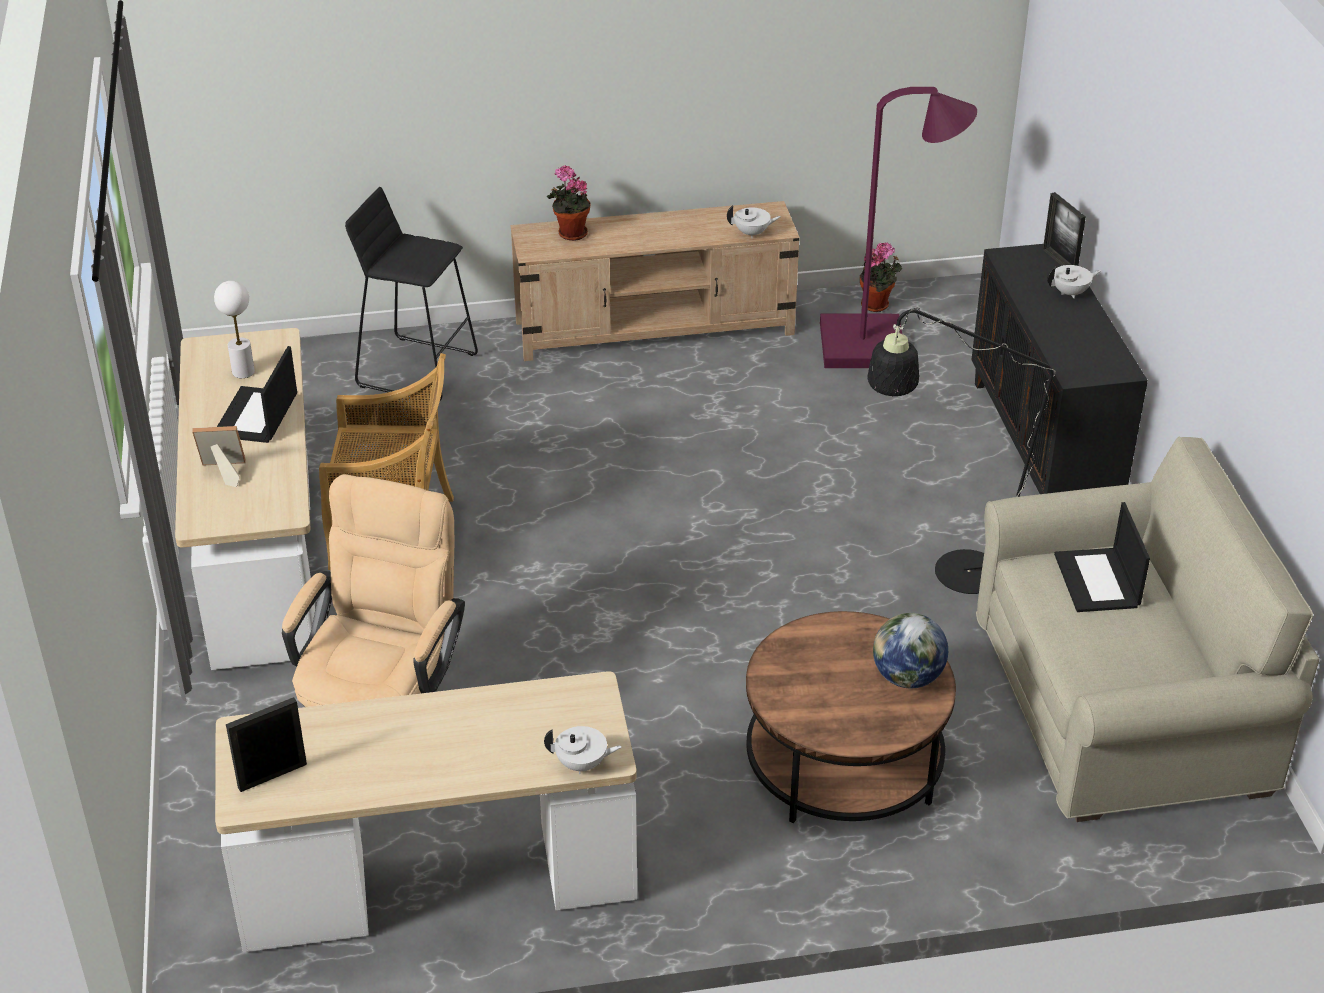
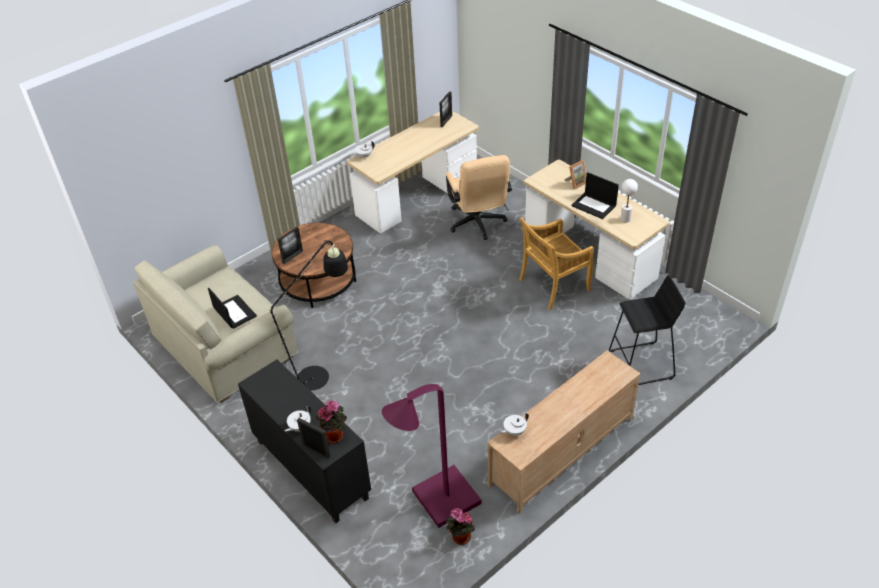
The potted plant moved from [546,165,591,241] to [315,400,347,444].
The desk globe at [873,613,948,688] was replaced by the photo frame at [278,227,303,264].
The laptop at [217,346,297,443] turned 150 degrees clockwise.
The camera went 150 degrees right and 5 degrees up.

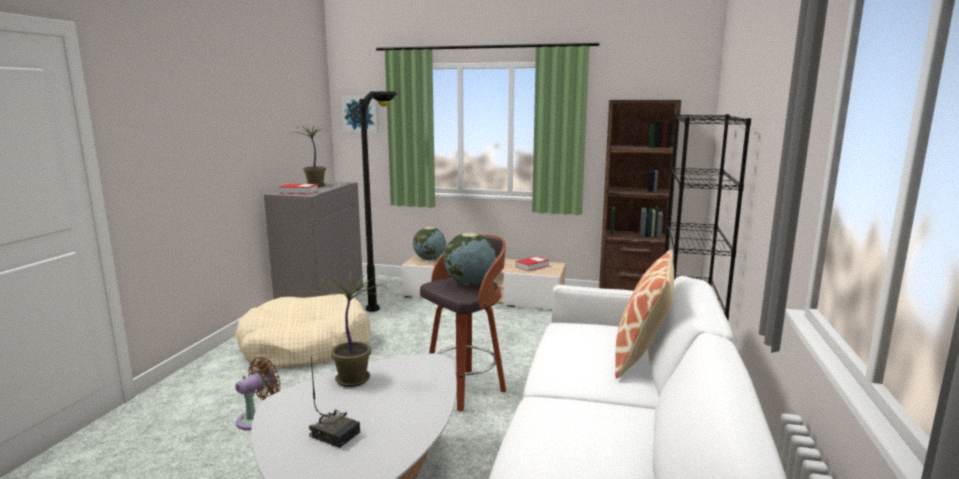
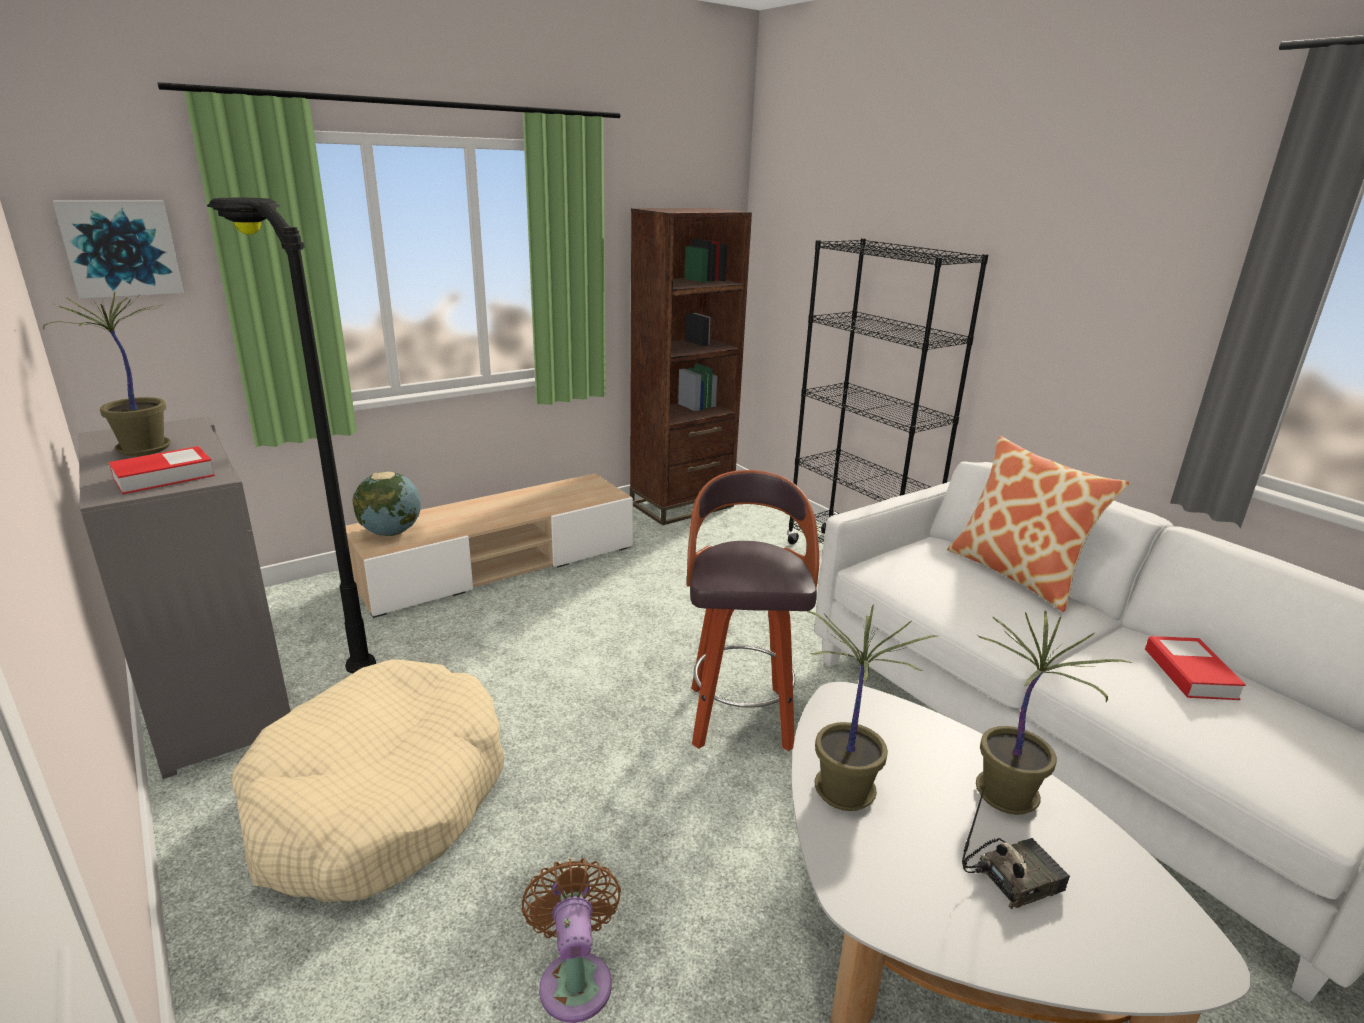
The desk globe at [444,233,496,285] disappeared.
The potted plant at [976,610,1133,815] appeared.
The book moved from [516,256,549,271] to [1145,636,1246,700].
The camera went 50 degrees left and 10 degrees up.

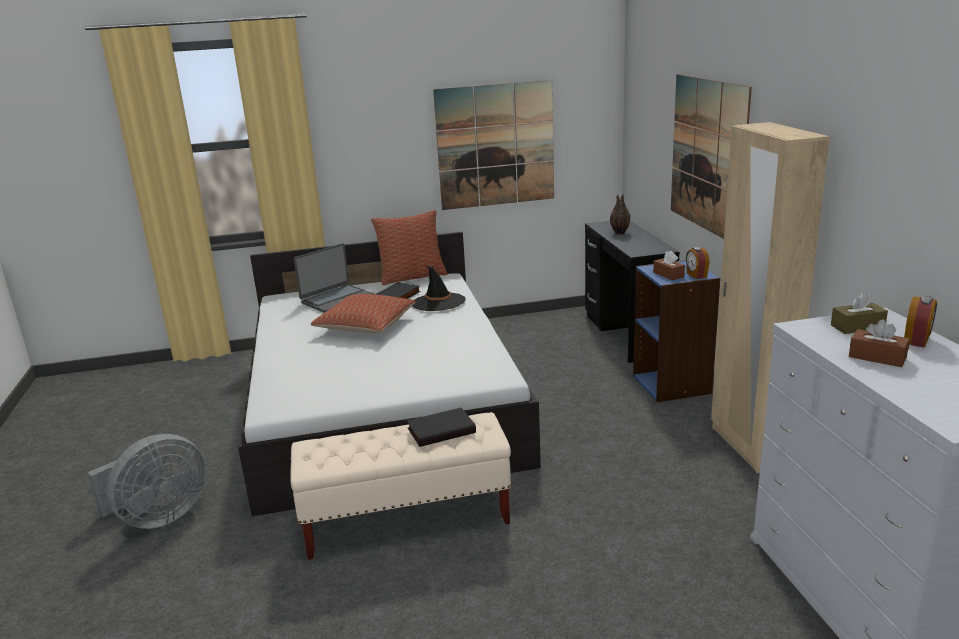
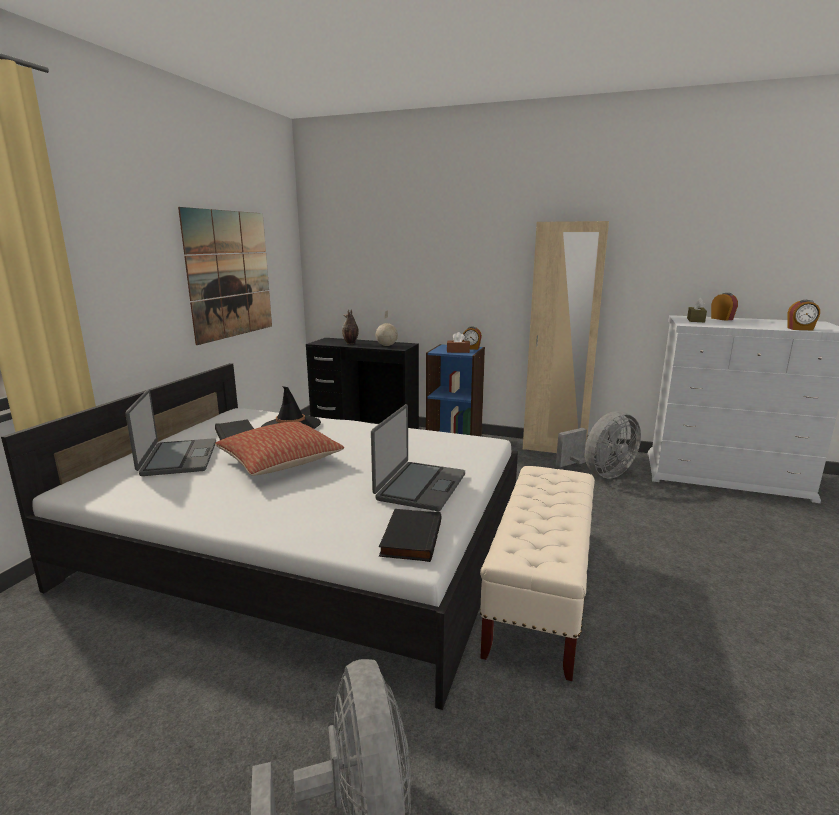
The cushion at [371,210,447,285] disappeared.
The wall picture at [671,74,752,239] disappeared.
The brownish box of tissues at [849,320,910,367] disappeared.
The laptop at [371,404,465,511] appeared.
The desk globe at [376,310,398,346] appeared.
The grey fan at [556,411,641,479] appeared.
The bedside clock at [787,300,820,330] appeared.
The blackish book moved from [407,407,476,447] to [379,509,441,562].
The camera went 60 degrees left and 5 degrees down.

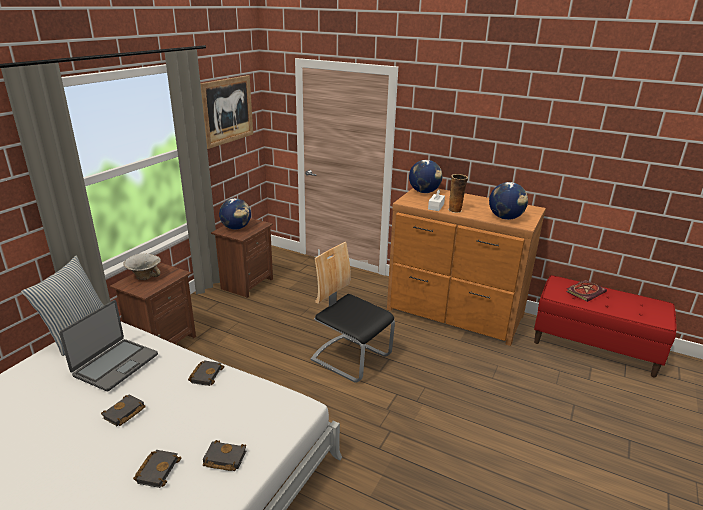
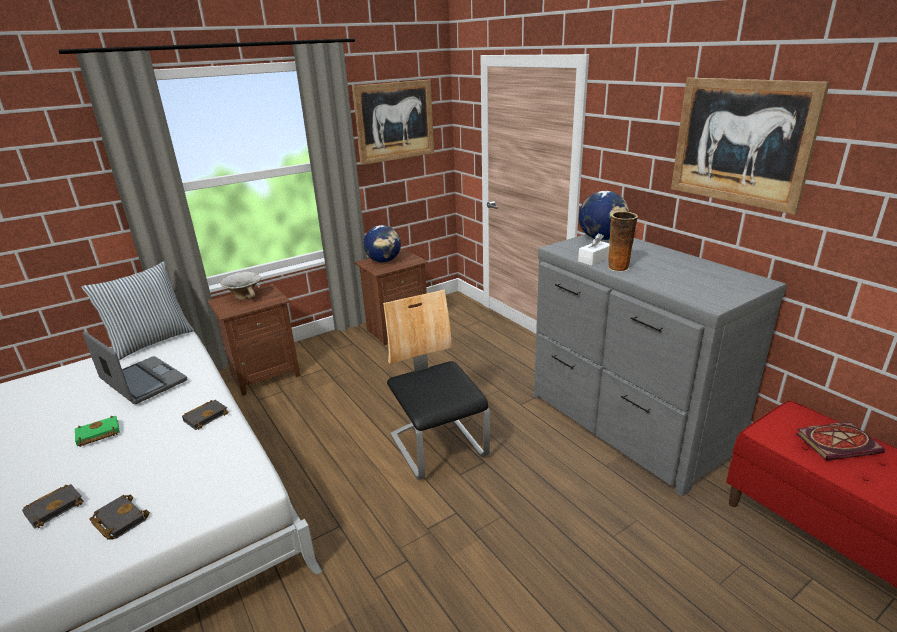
The desk globe at [489,182,528,220] disappeared.
The wall picture at [671,78,830,215] appeared.
The blackish book at [101,394,146,426] became the green-coloured book at [75,416,120,447].
The brownish drawer chest at [387,188,546,346] became the grey drawer chest at [534,234,787,496].
The laptop at [59,300,158,391] turned 105 degrees counterclockwise.
The camera went 30 degrees right and 0 degrees up.

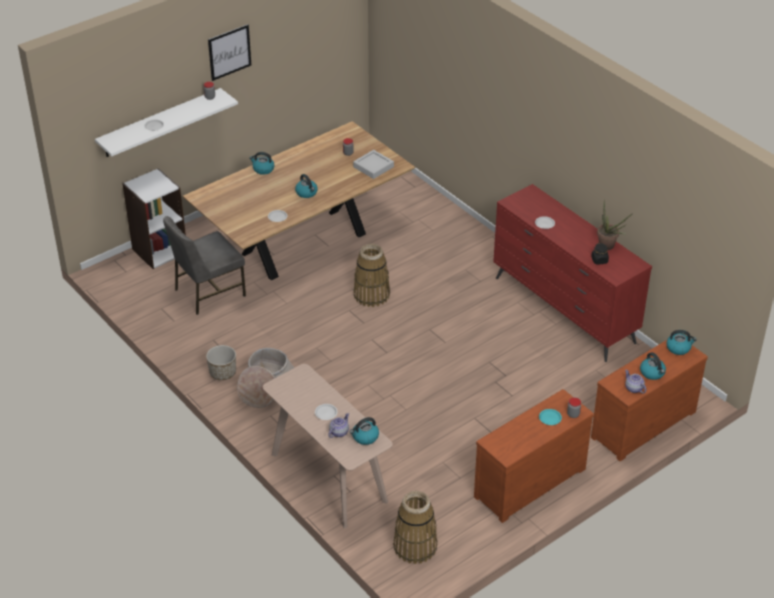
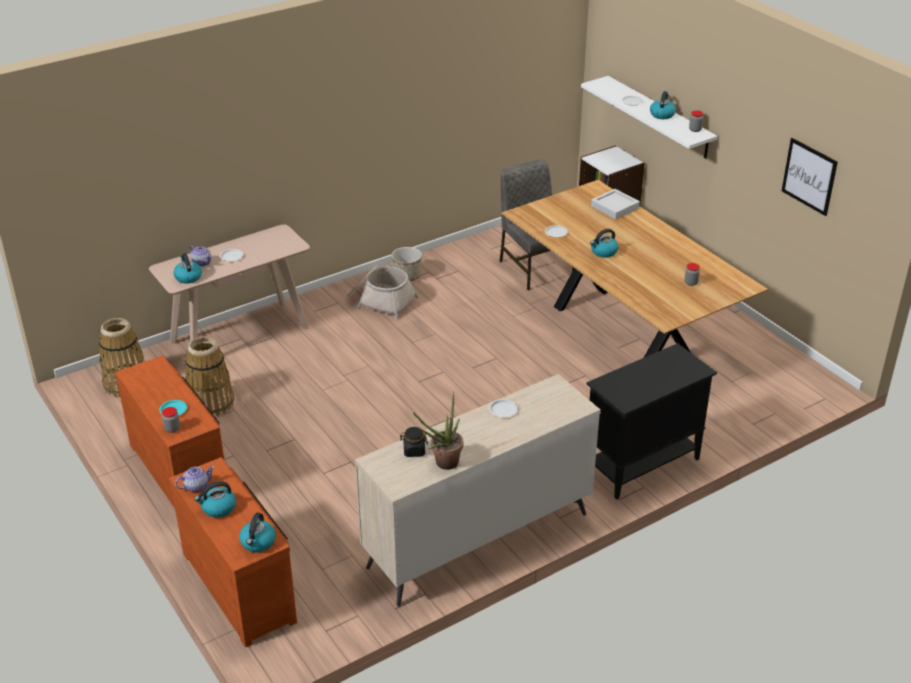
The blackish storage cabinet at [587,343,717,500] appeared.
The wall picture moved from [208,24,251,81] to [782,138,838,216].
The water kettle moved from [249,152,275,175] to [650,91,676,119].
The grey serving tray moved from [353,150,394,179] to [591,189,640,220].
The storage basket moved from [353,244,390,307] to [185,336,234,416].
The reddish drawer chest at [493,184,652,362] became the sand-coloured drawer chest at [355,374,601,607].
The camera went 95 degrees right and 5 degrees down.

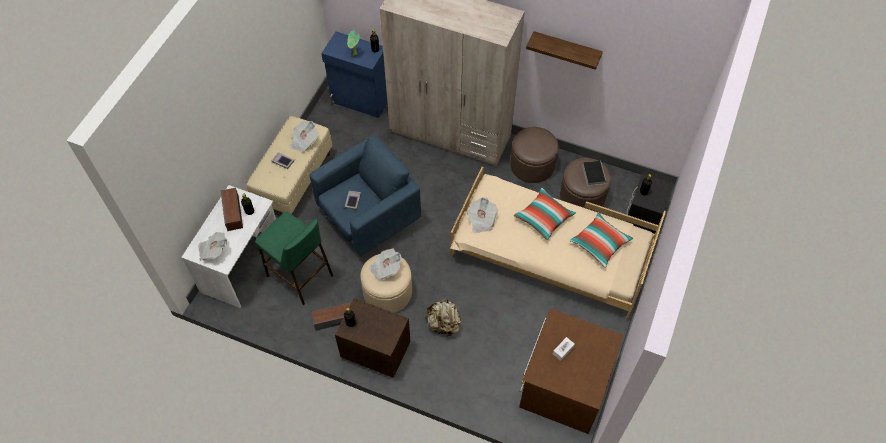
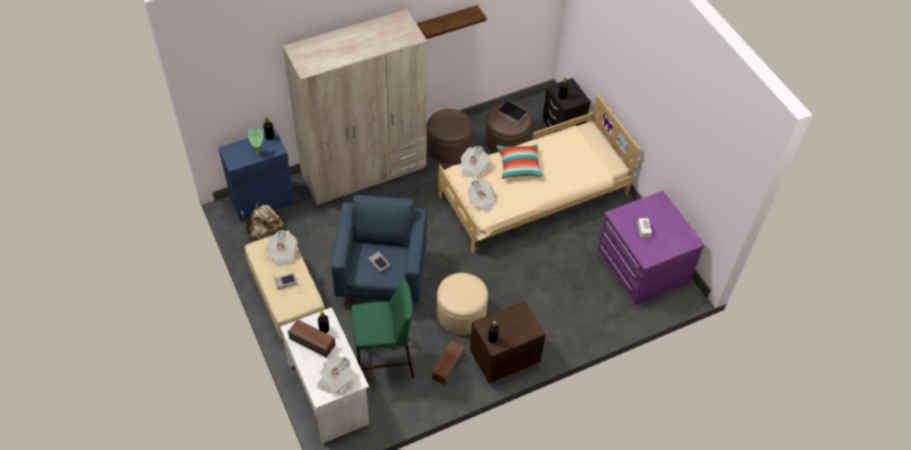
The cushion at [570,213,633,268] disappeared.
The daily paper moved from [369,248,402,281] to [460,146,489,178].
The sand-coloured rucksack moved from [425,298,461,337] to [246,202,283,240].
The brownish drawer chest at [519,309,623,434] became the purple-coloured drawer chest at [597,190,704,305].
The camera went 50 degrees left and 5 degrees down.

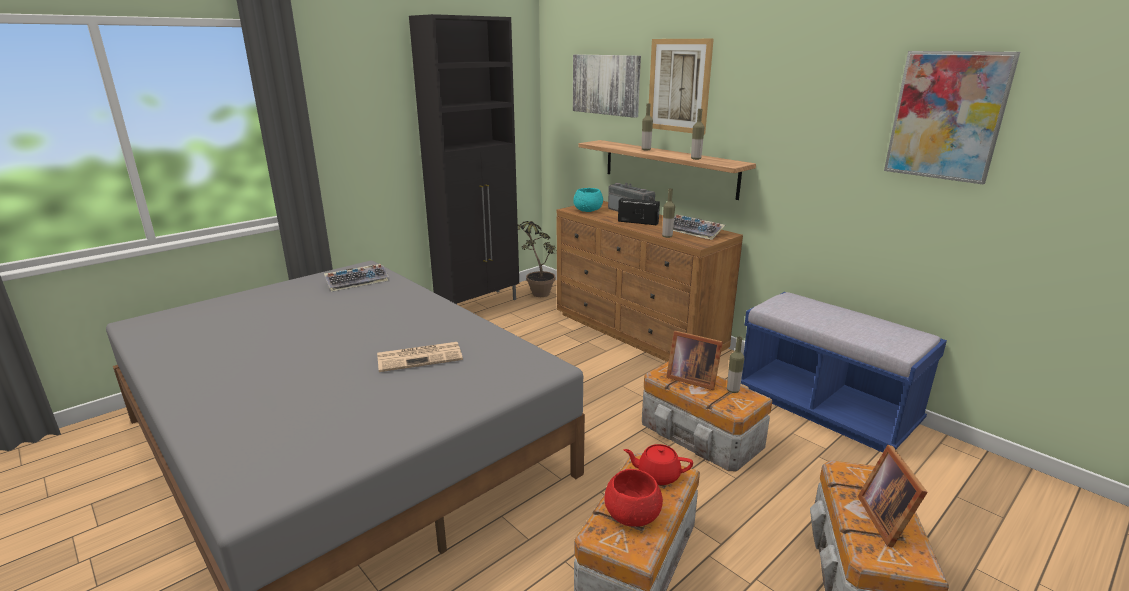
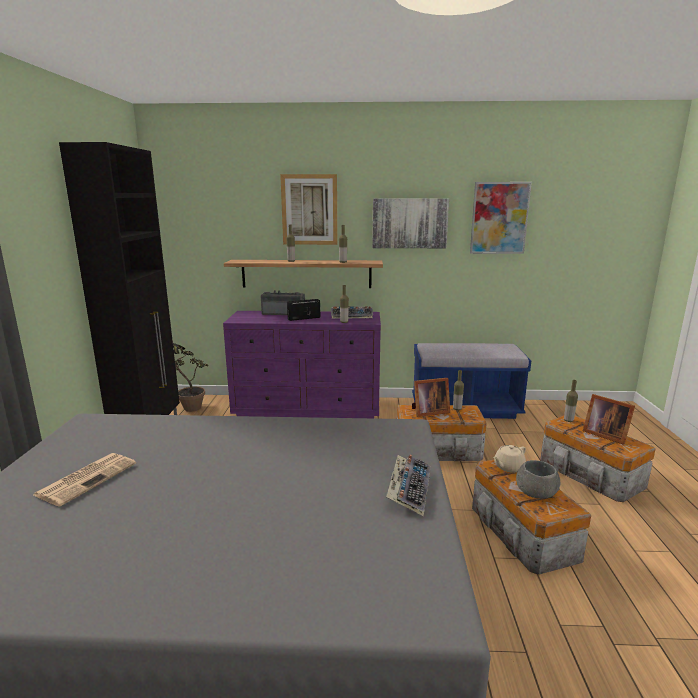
The turquoise bowl at [573,188,603,212] disappeared.
The beverage bottle at [564,380,578,422] appeared.
The PC keyboard moved from [324,264,389,292] to [386,455,431,516].
The daily paper moved from [377,342,463,372] to [34,453,136,507].
The wall picture moved from [573,54,641,118] to [372,198,449,248].
The brownish drawer chest at [557,201,743,362] became the purple-coloured drawer chest at [223,311,381,418].
The reddish bowl at [604,469,663,527] became the grey bowl at [516,460,560,499].
The reddish teapot at [624,444,693,485] became the sand-coloured teapot at [494,445,526,473].
The camera went 45 degrees left and 5 degrees down.

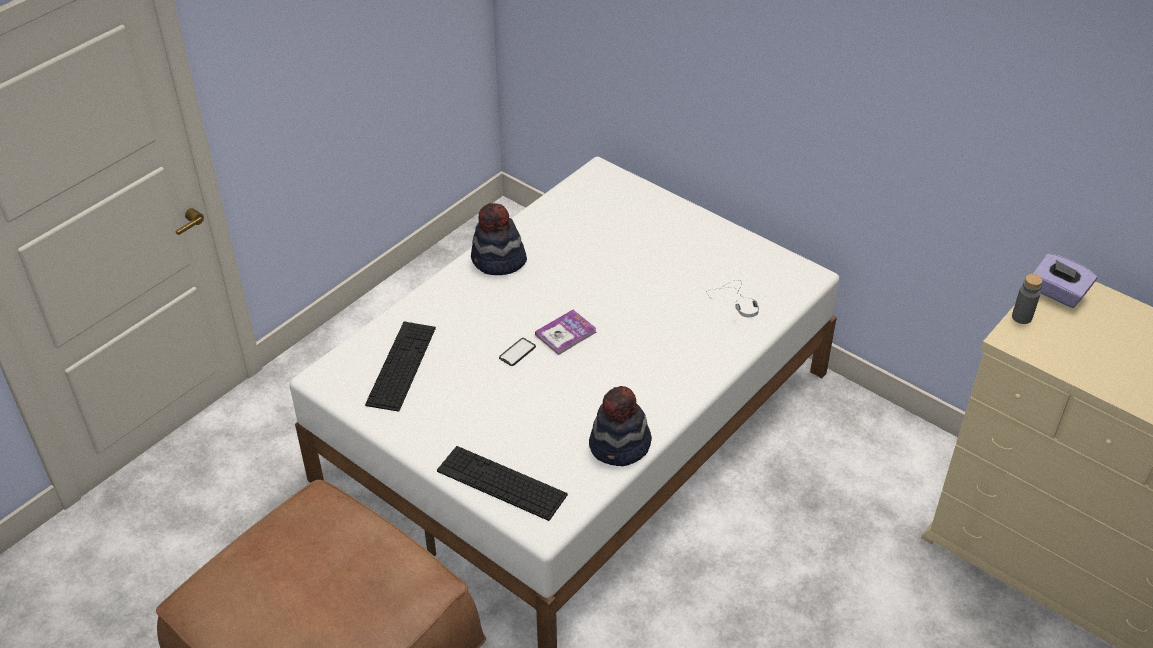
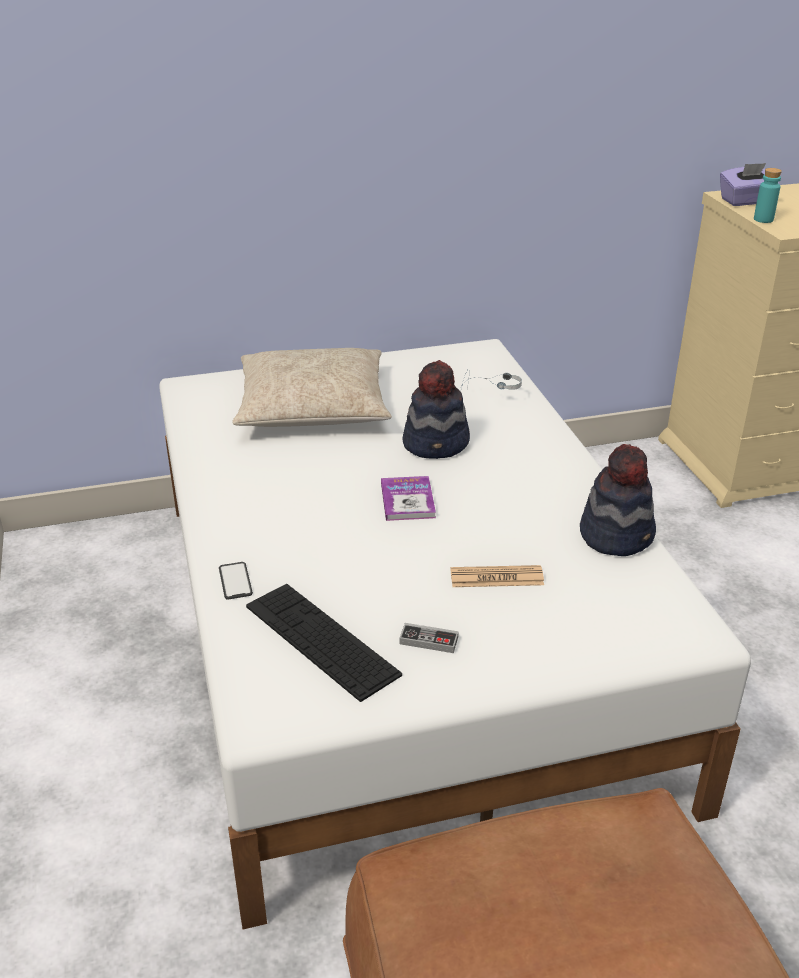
The PC keyboard at [437,446,568,521] disappeared.
The sand-coloured cushion at [232,348,392,427] appeared.
The joypad at [399,623,459,653] appeared.
The daily paper at [451,565,544,587] appeared.
The clothing hat moved from [471,203,527,275] to [402,360,470,459].
The telephone moved from [499,338,536,366] to [219,562,253,600].
The grey beverage bottle at [1012,274,1043,324] became the turquoise beverage bottle at [754,168,782,223].
The camera went 55 degrees left and 10 degrees down.

